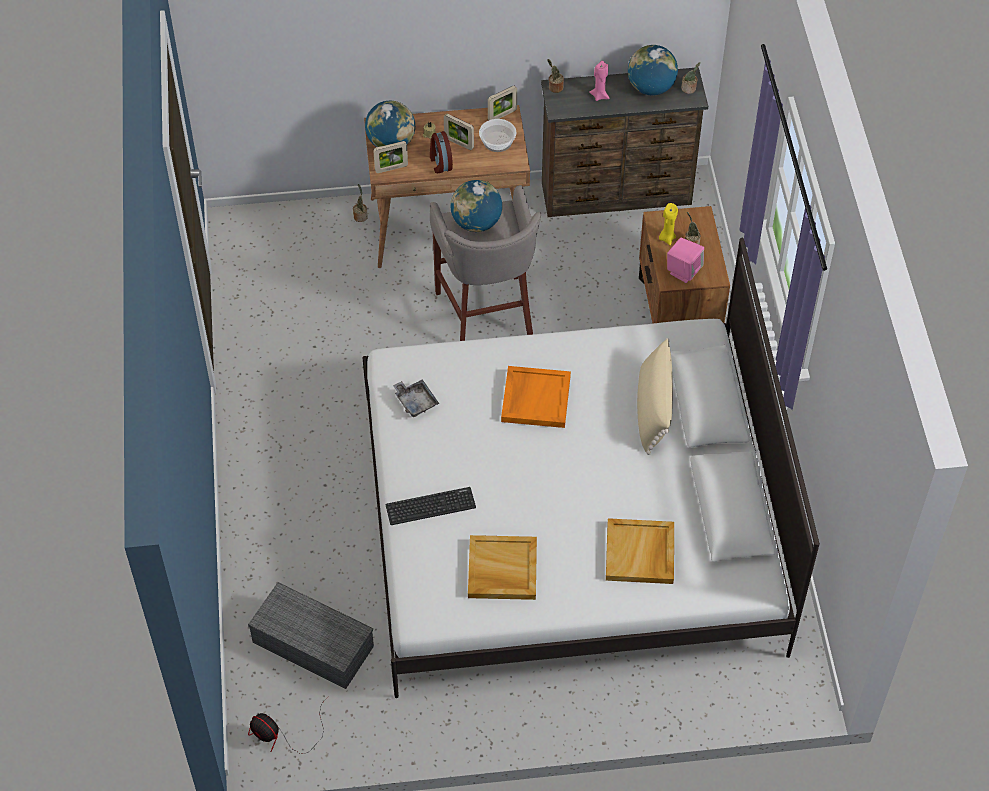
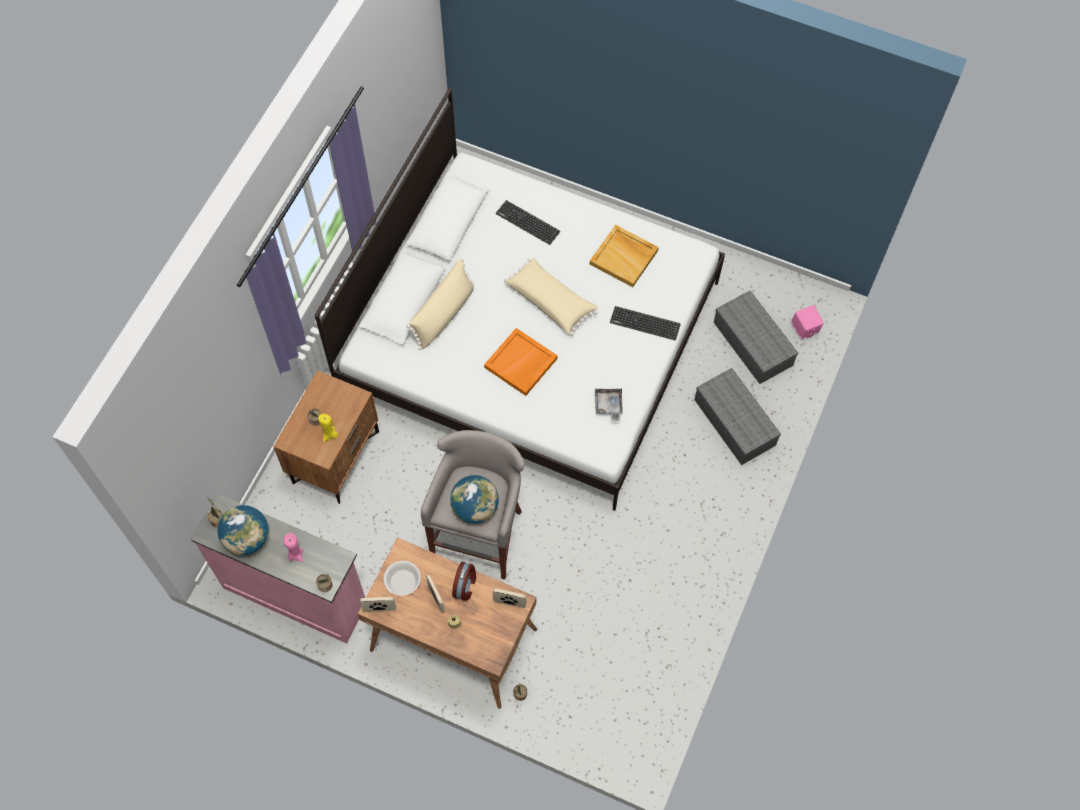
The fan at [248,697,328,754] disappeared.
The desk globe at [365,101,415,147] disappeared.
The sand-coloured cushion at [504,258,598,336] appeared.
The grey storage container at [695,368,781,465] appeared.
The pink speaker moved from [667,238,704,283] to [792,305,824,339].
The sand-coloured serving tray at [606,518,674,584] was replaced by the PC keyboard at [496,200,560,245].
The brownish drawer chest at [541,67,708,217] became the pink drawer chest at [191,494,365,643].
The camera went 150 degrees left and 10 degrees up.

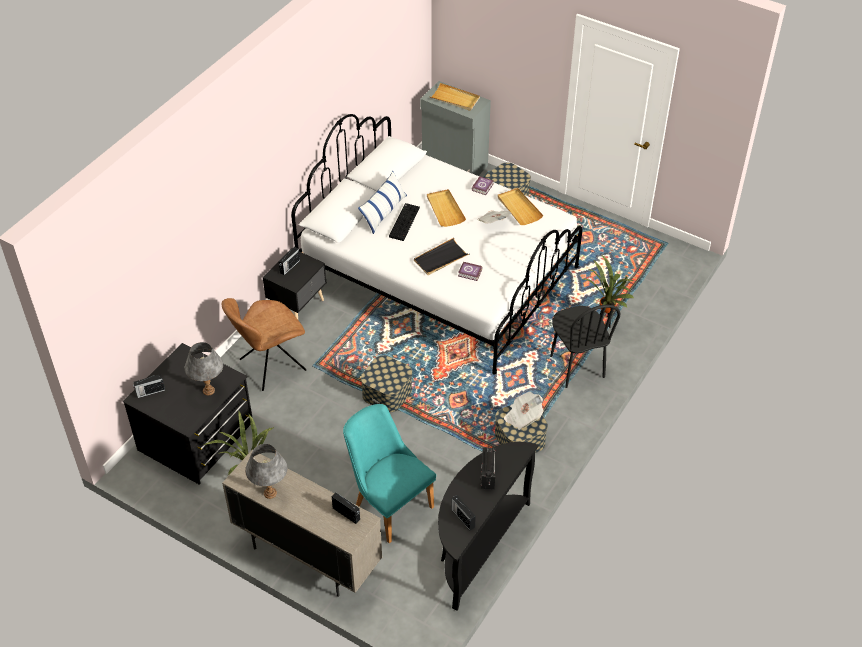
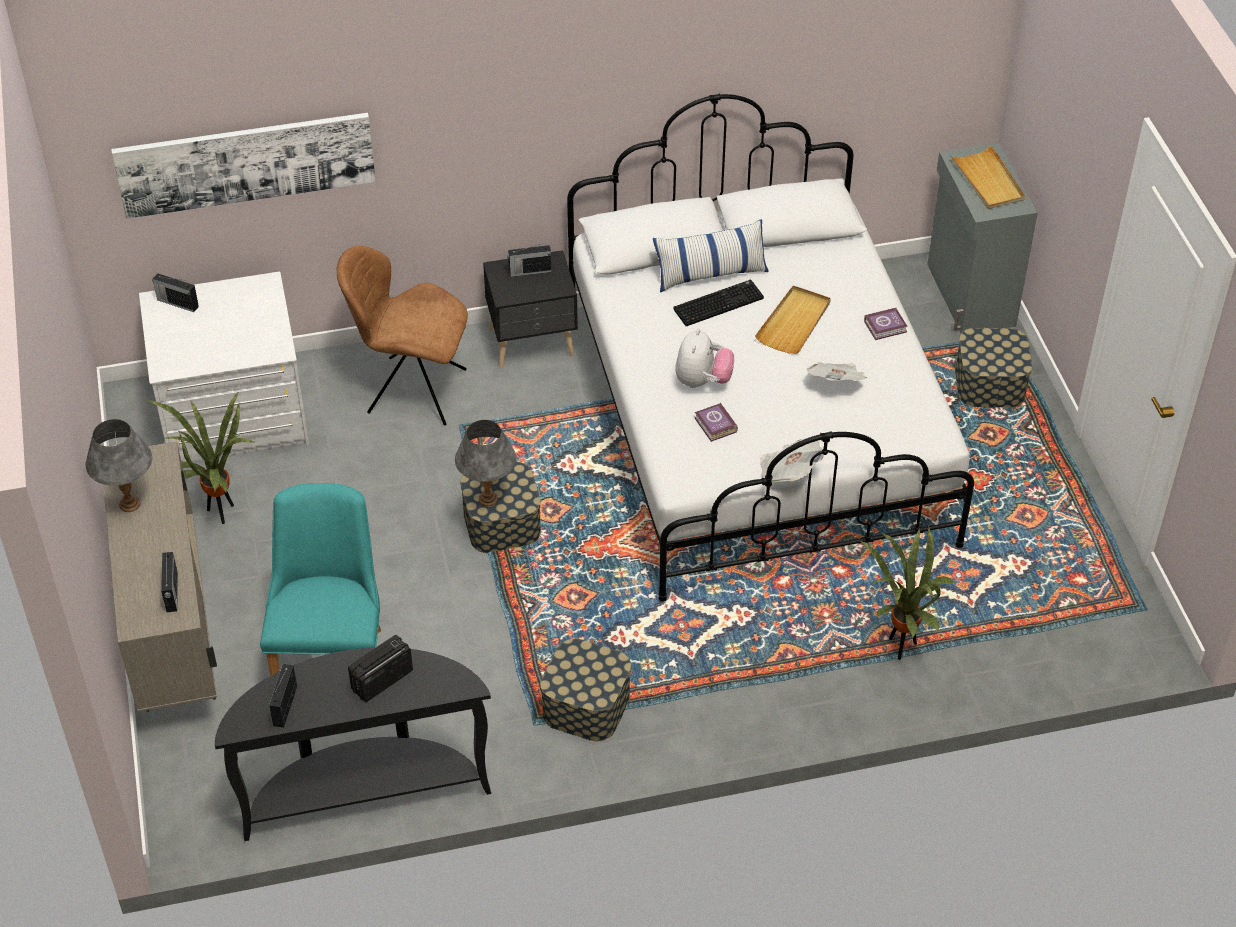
The sand-coloured serving tray at [497,188,543,225] disappeared.
The blackish plain chair at [550,305,621,388] disappeared.
The wall picture at [111,113,376,219] appeared.
The grey tabletop lamp moved from [185,342,223,395] to [455,420,516,507].
The daily paper moved from [504,392,543,430] to [760,439,823,482].
The blackish serving tray at [414,238,469,275] was replaced by the plush toy at [675,329,734,388].
The blackish drawer chest at [123,343,252,485] became the white-coloured drawer chest at [139,271,309,462].
The camera went 45 degrees right and 0 degrees up.

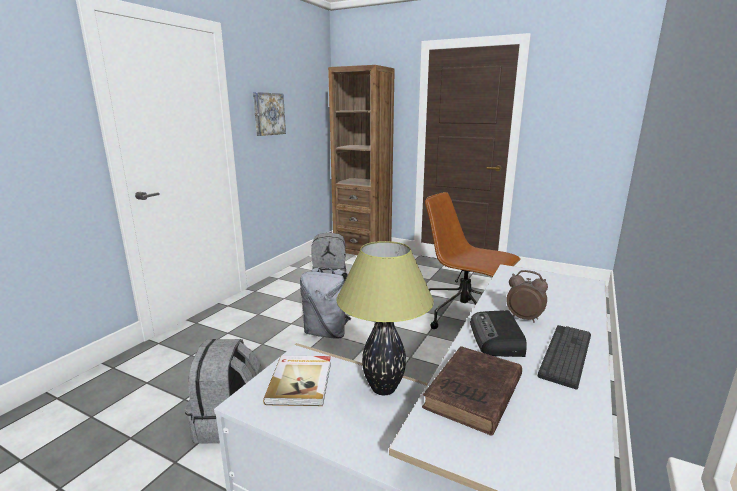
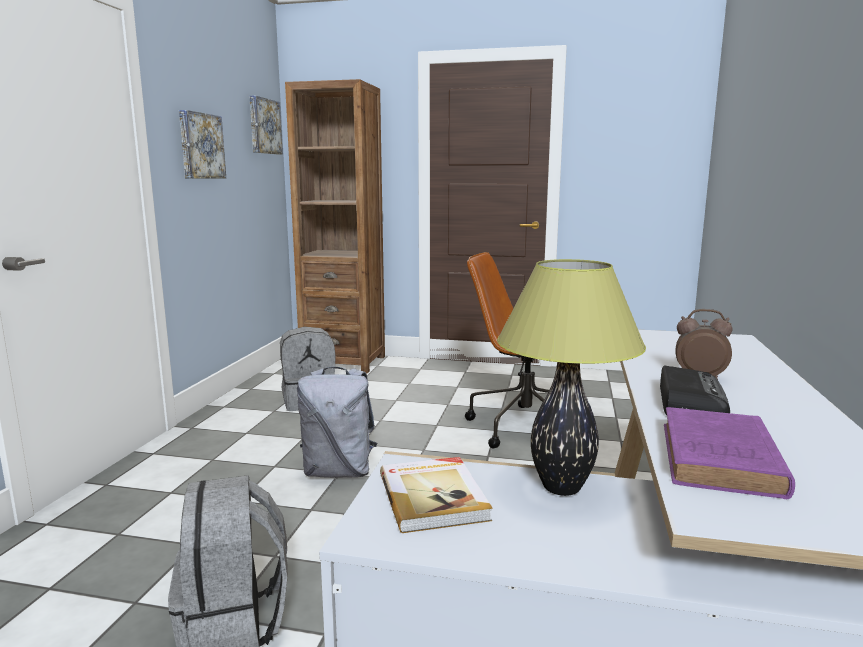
The PC keyboard at [537,325,591,389] disappeared.
The wall picture at [249,96,283,154] appeared.
The brownish book at [422,346,522,436] became the purple-coloured book at [664,407,795,499].
The radio set at [470,310,527,357] turned 150 degrees counterclockwise.
The camera went 15 degrees left and 5 degrees down.

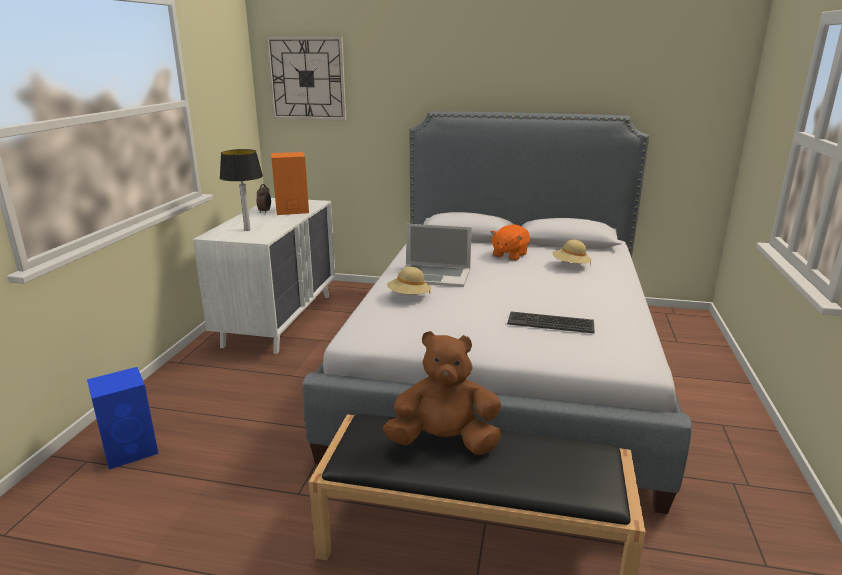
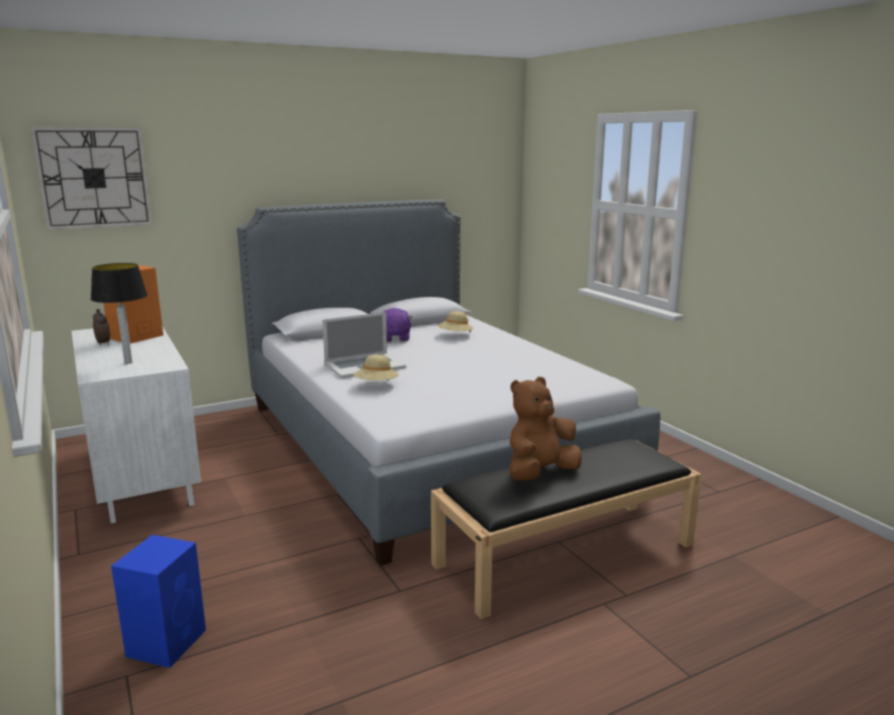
The PC keyboard at [507,311,595,333] disappeared.
The orange-coloured plush toy at [491,224,530,260] became the purple-coloured plush toy at [382,308,413,342].
The camera went 40 degrees left and 5 degrees down.

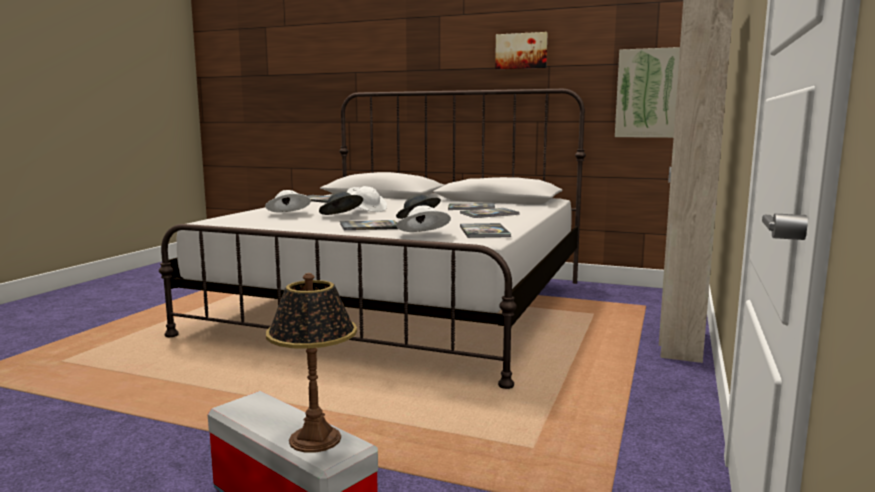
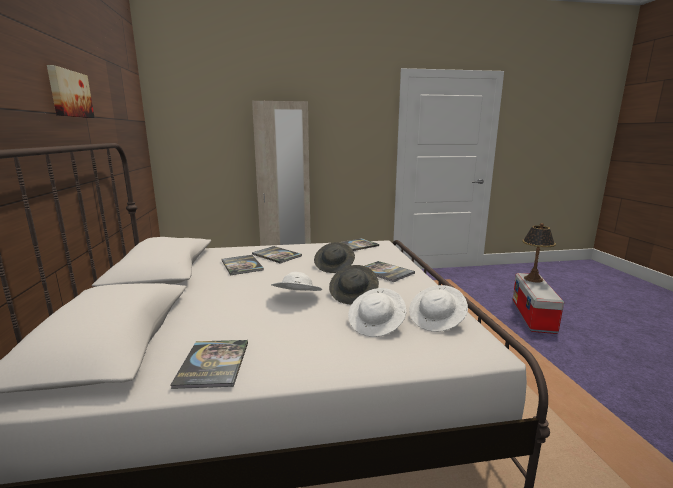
The wall picture at [615,47,680,138] disappeared.
The white-coloured clothing hat moved from [396,205,451,232] to [409,285,468,332].
The camera went 120 degrees left and 5 degrees up.

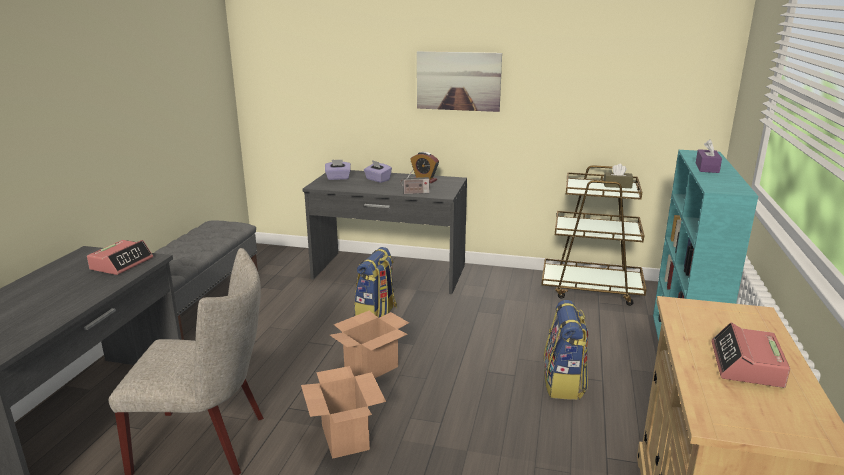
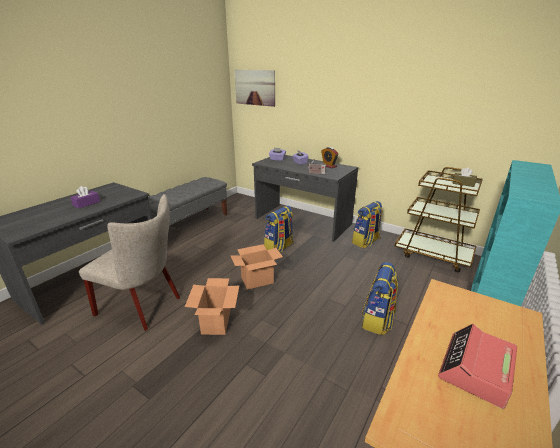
The bedside clock at [87,240,153,275] disappeared.
The rucksack at [352,201,383,248] appeared.
The wall picture moved from [417,51,502,112] to [235,70,275,107].
The purple-coloured box of tissues moved from [696,139,722,173] to [70,186,100,209].
The camera went 20 degrees right and 5 degrees up.

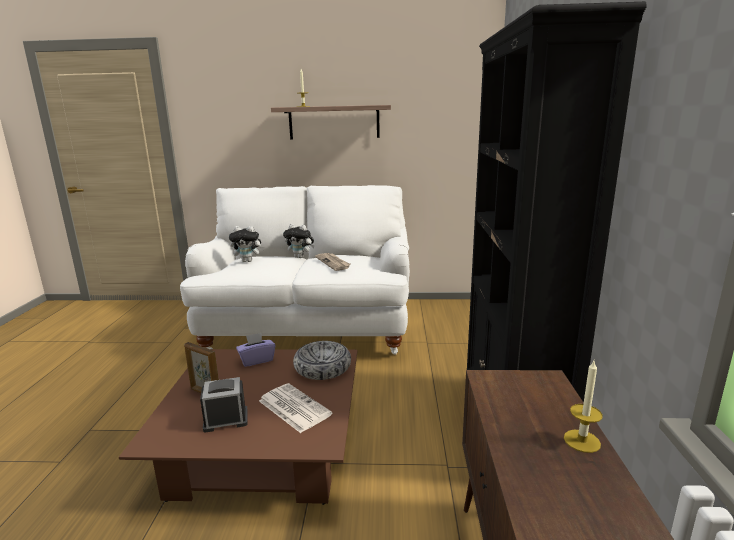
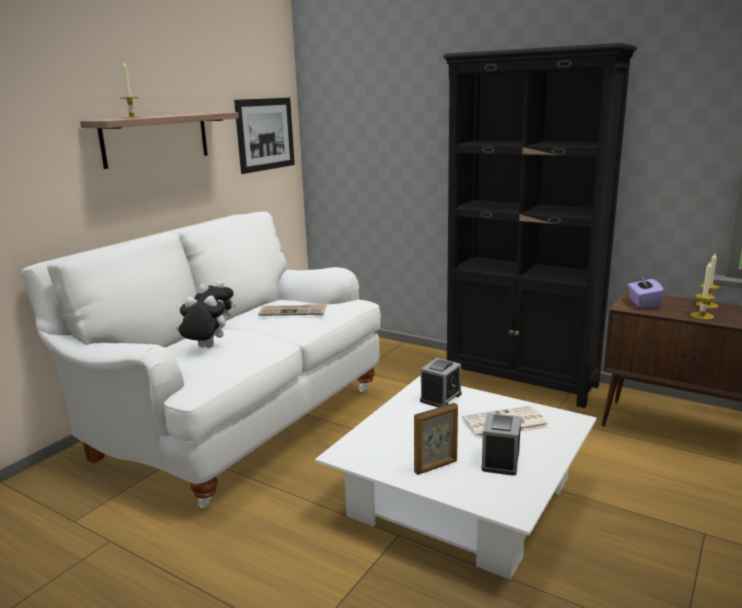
The wall picture at [234,98,295,174] appeared.
The wax light at [690,262,715,320] appeared.
The purple-coloured box of tissues moved from [236,333,276,367] to [628,274,664,309].
The bowl at [293,341,351,380] was replaced by the bedside clock at [420,358,462,408].
The brownish low table at [119,349,357,505] became the white-coloured low table at [315,376,597,580].
The plush toy at [229,226,264,262] turned 120 degrees counterclockwise.
The camera went 60 degrees left and 0 degrees up.

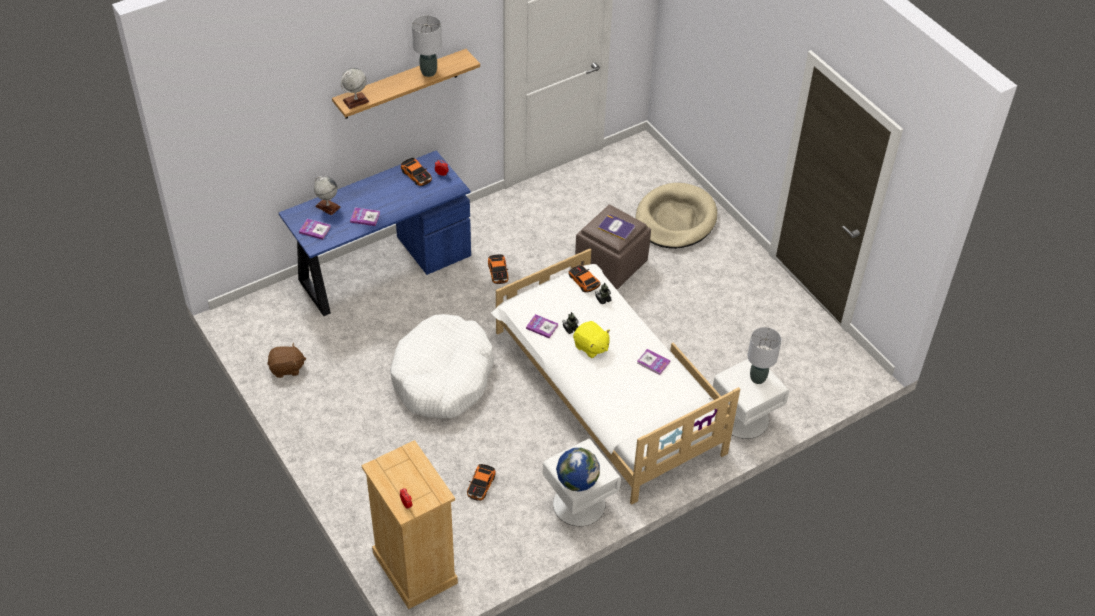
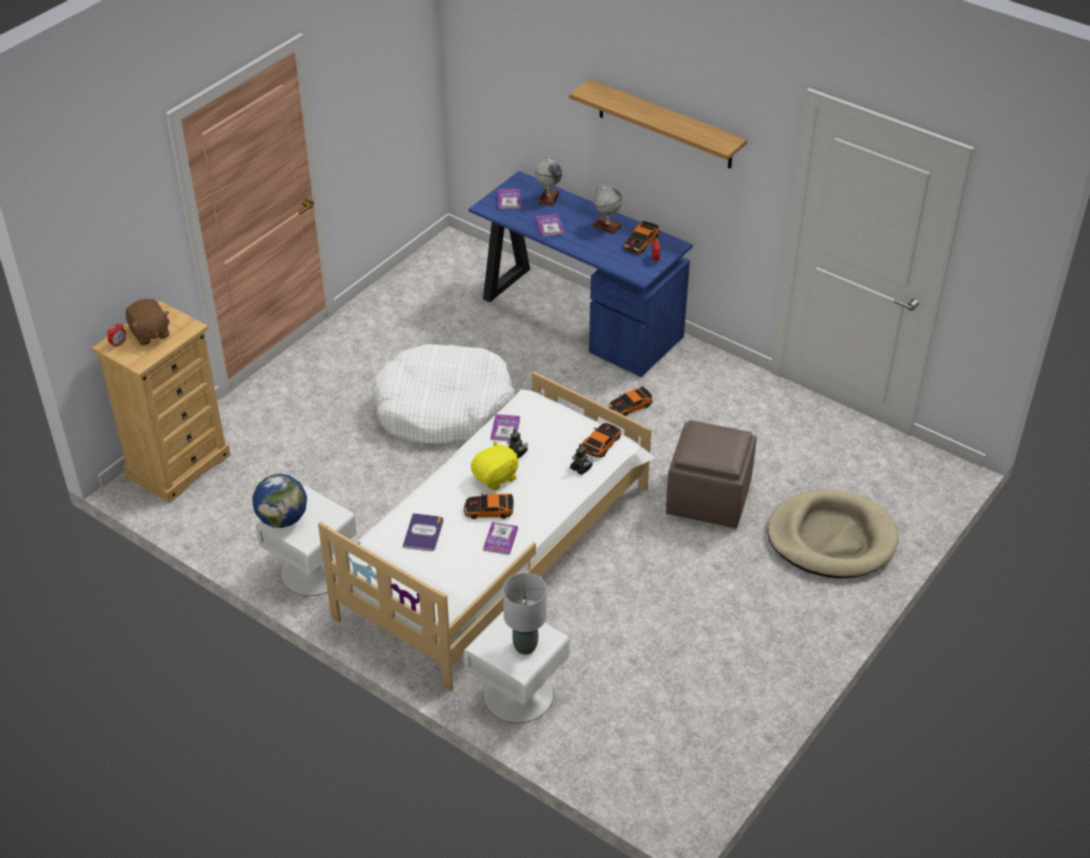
The grey tabletop lamp at [412,15,442,77] disappeared.
The brownish plush toy moved from [267,343,306,378] to [126,299,170,345].
The desk globe moved from [341,68,370,109] to [592,185,623,235].
The model car moved from [467,464,496,501] to [464,493,514,519].
The book moved from [598,214,635,240] to [403,513,443,551].
The yellow-coloured plush toy at [573,321,610,358] turned 150 degrees counterclockwise.
The camera went 70 degrees right and 5 degrees down.

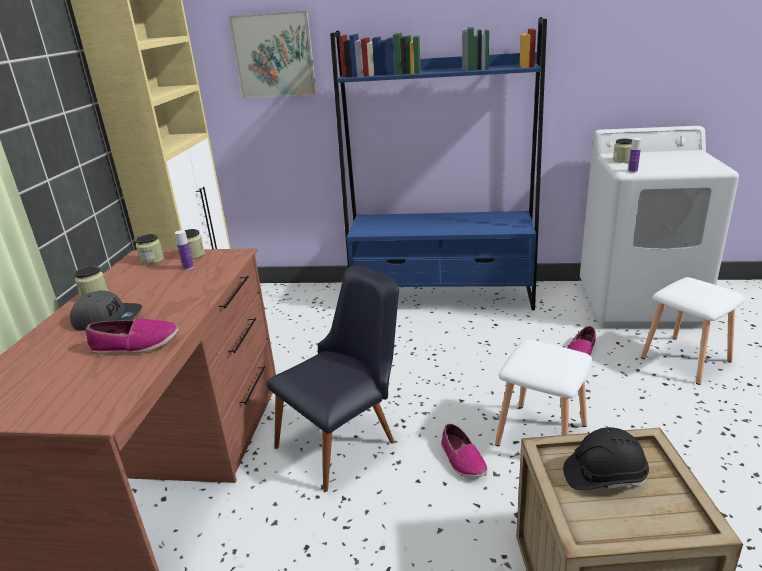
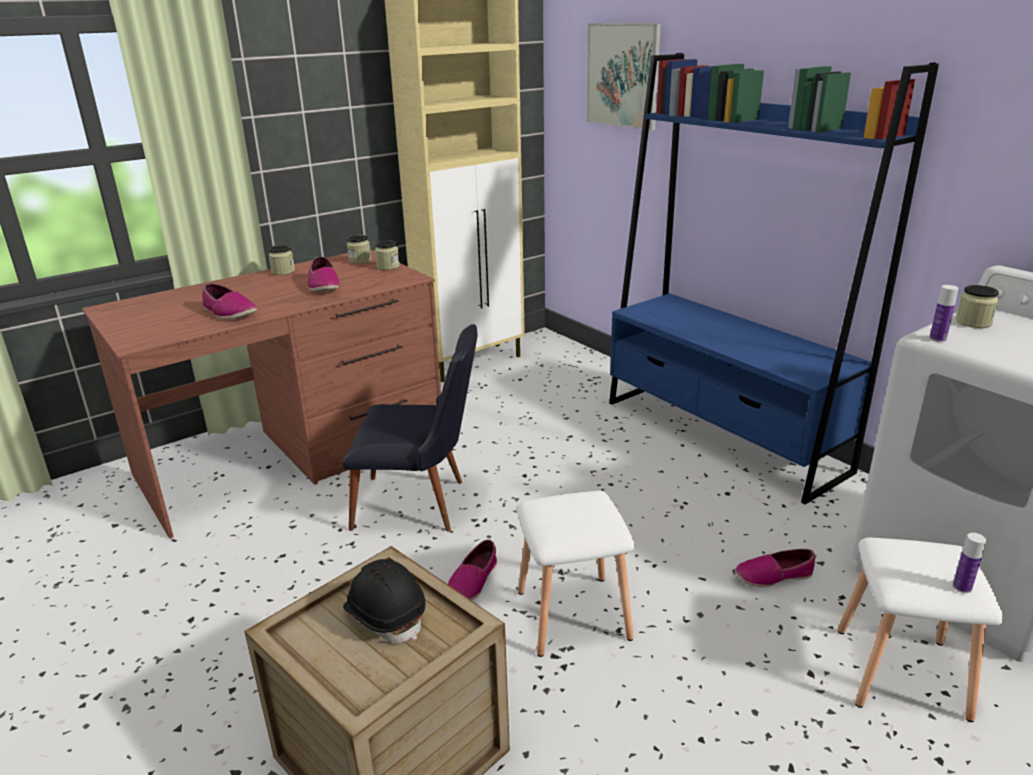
The grey cap at [70,290,142,331] disappeared.
The shoe at [308,256,340,292] appeared.
The beverage bottle moved from [175,230,194,270] to [953,533,986,593].
The camera went 45 degrees right and 0 degrees up.

